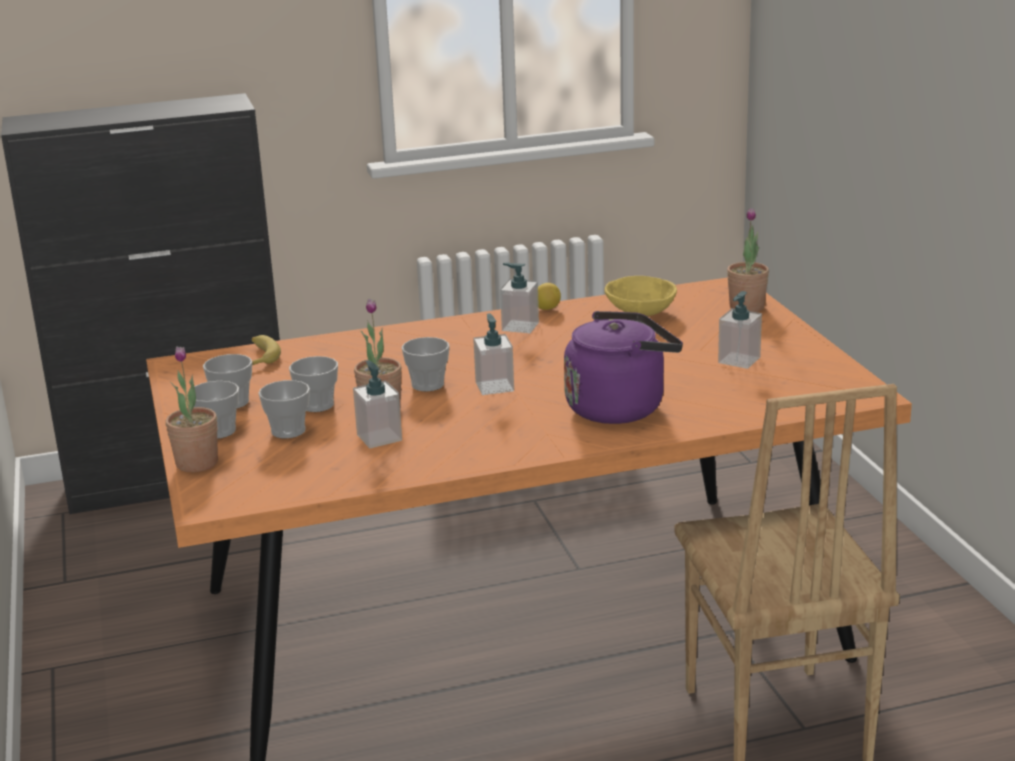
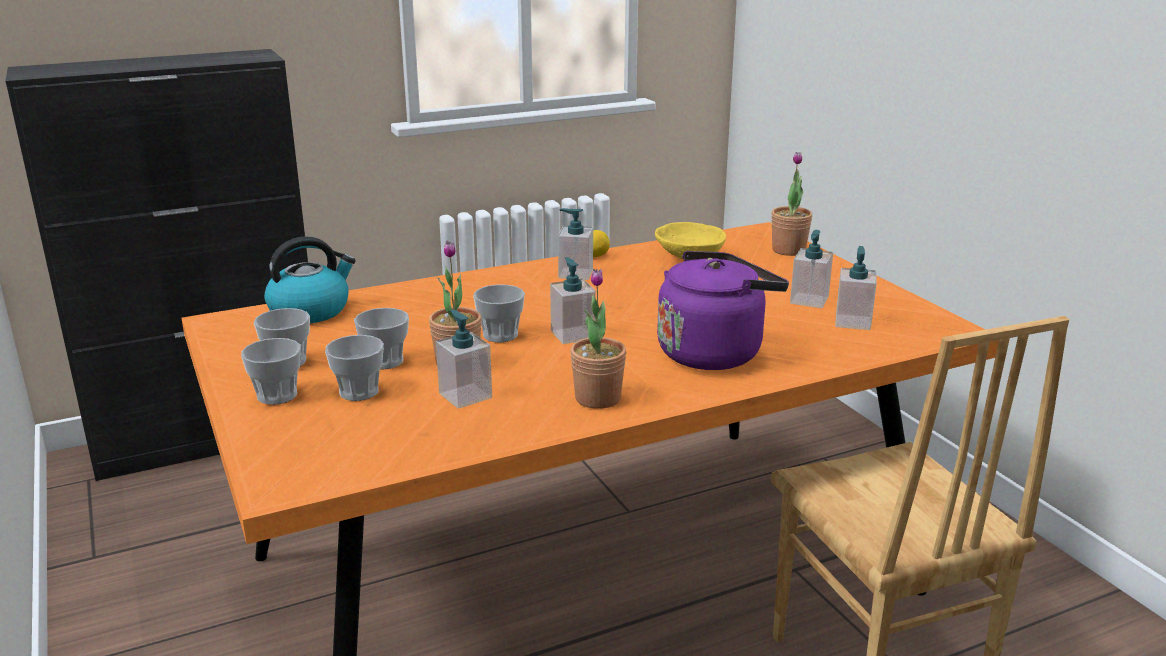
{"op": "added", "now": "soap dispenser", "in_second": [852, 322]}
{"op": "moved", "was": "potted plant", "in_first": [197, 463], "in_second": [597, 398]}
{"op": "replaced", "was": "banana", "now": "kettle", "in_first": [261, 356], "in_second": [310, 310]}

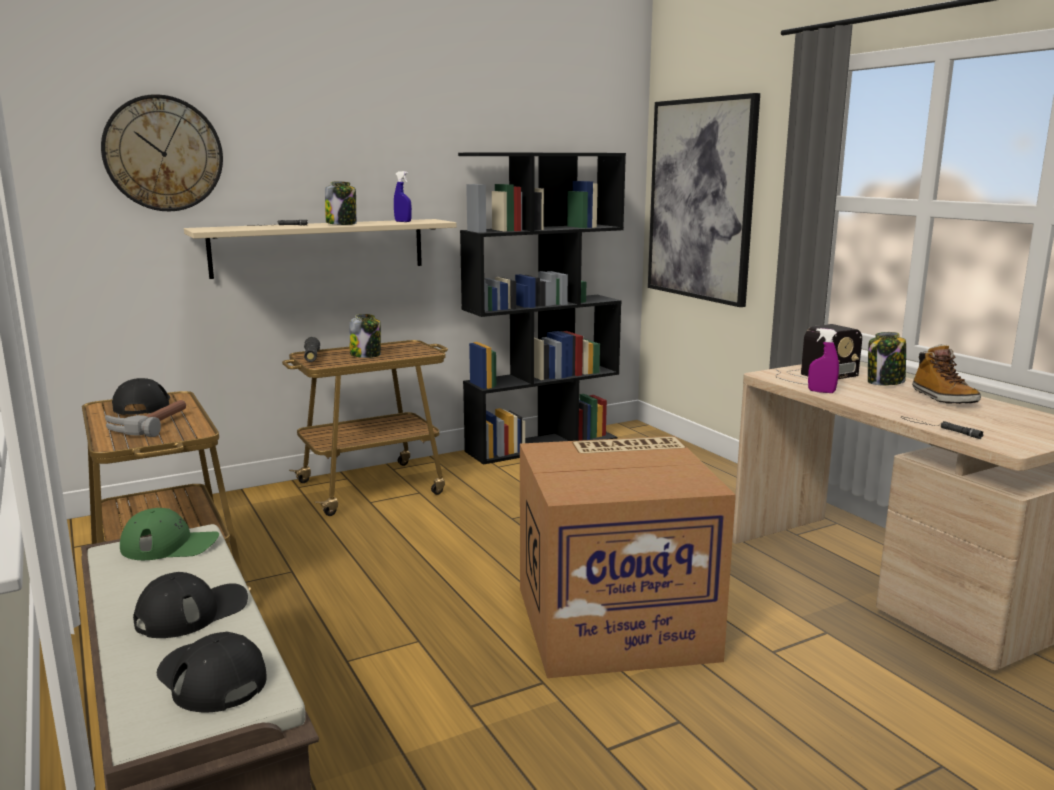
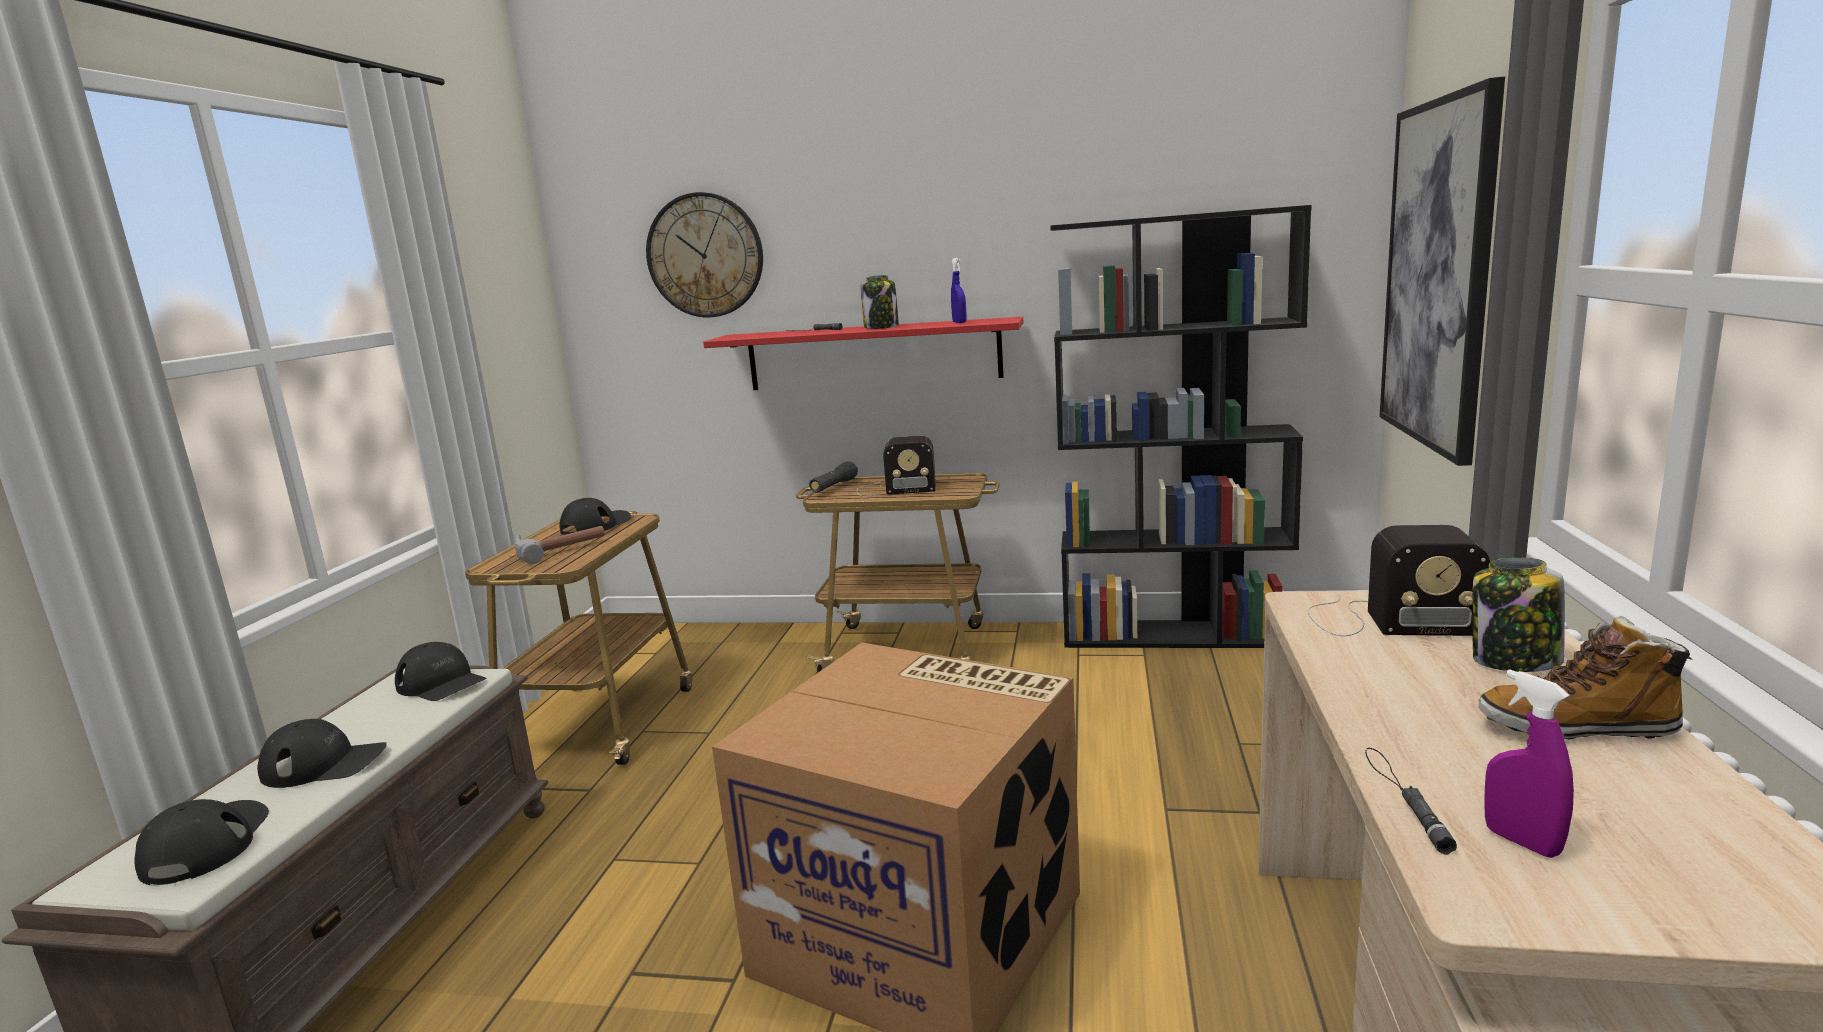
{"op": "moved", "was": "spray bottle in purple", "in_first": [821, 392], "in_second": [1522, 842]}
{"op": "replaced", "was": "jar", "now": "radio", "in_first": [366, 355], "in_second": [893, 489]}
{"op": "recoloured", "was": "cap in green", "now": "cap in black", "in_first": [170, 545], "in_second": [441, 683]}
{"op": "recoloured", "was": "shelf in beige", "now": "shelf in red", "in_first": [319, 247], "in_second": [873, 355]}
{"op": "turned", "was": "boot", "in_first": [942, 398], "in_second": [1577, 727], "clockwise": 75}

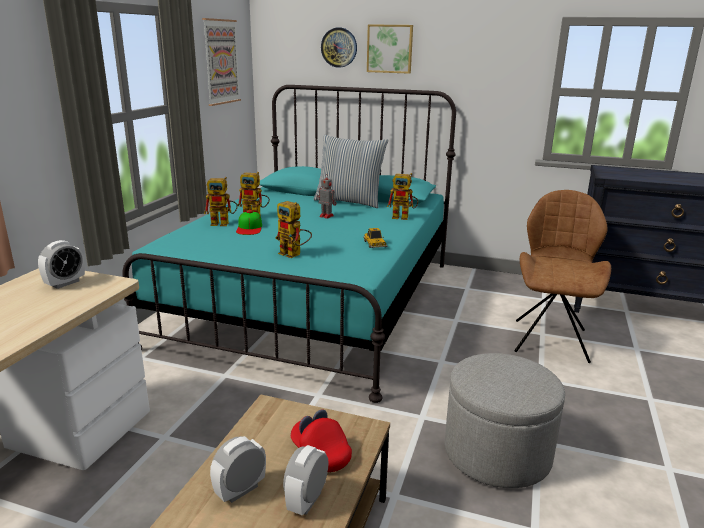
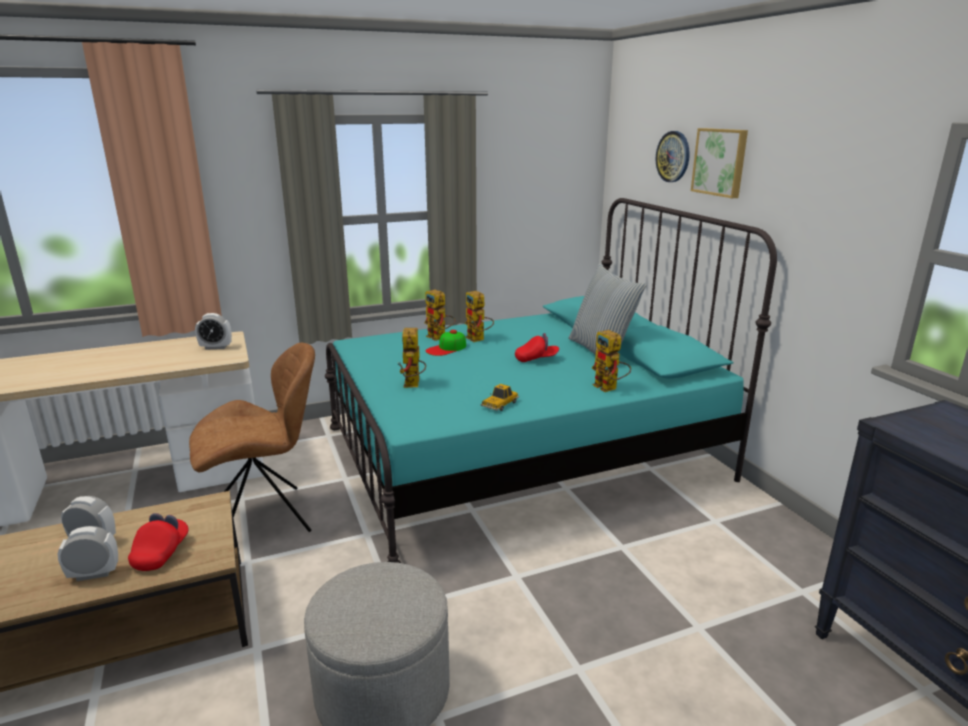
{"op": "removed", "was": "picture", "in_first": [221, 62]}
{"op": "moved", "was": "chair in brown", "in_first": [550, 339], "in_second": [266, 518]}
{"op": "replaced", "was": "toy robot", "now": "cap in red", "in_first": [325, 216], "in_second": [536, 359]}

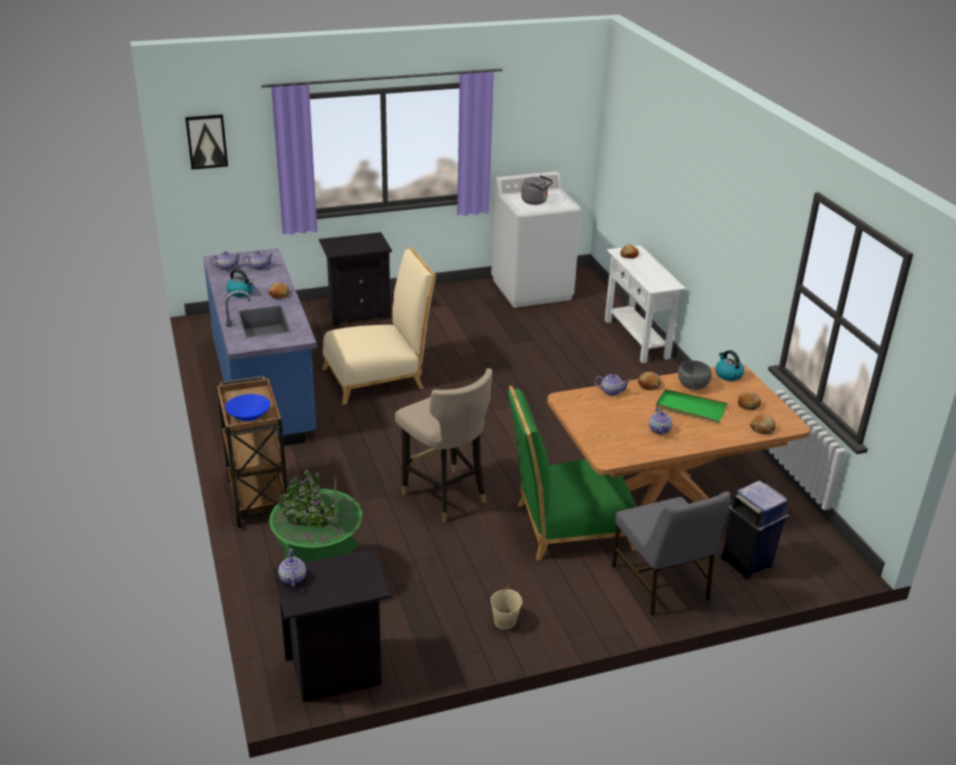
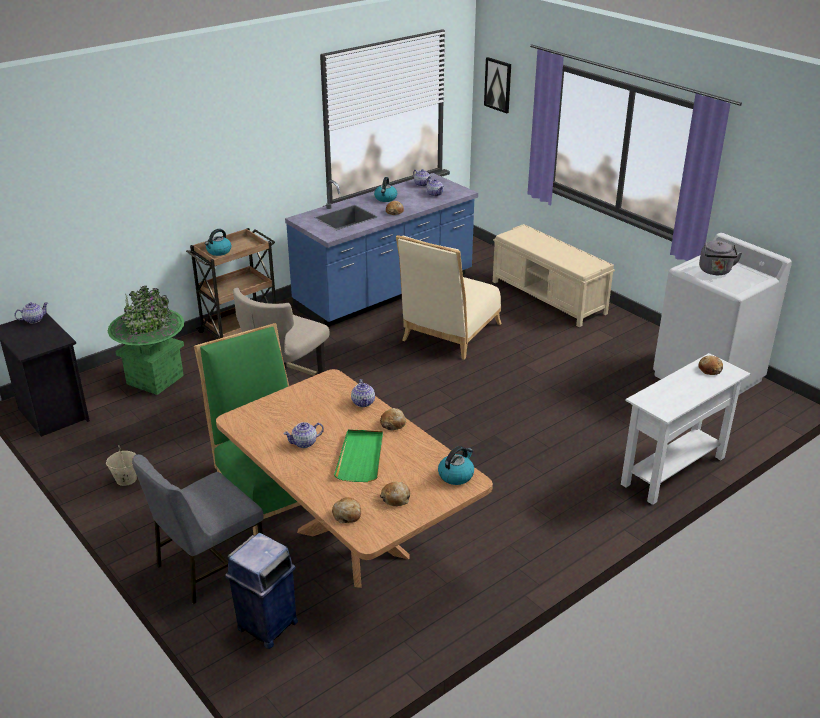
{"op": "removed", "was": "bowl in grey", "in_first": [692, 385]}
{"op": "replaced", "was": "bowl in blue", "now": "kettle", "in_first": [248, 416], "in_second": [218, 251]}
{"op": "replaced", "was": "nightstand in black", "now": "bench in beige", "in_first": [358, 312], "in_second": [549, 297]}
{"op": "turned", "was": "chair in beige", "in_first": [379, 377], "in_second": [448, 335], "clockwise": 75}

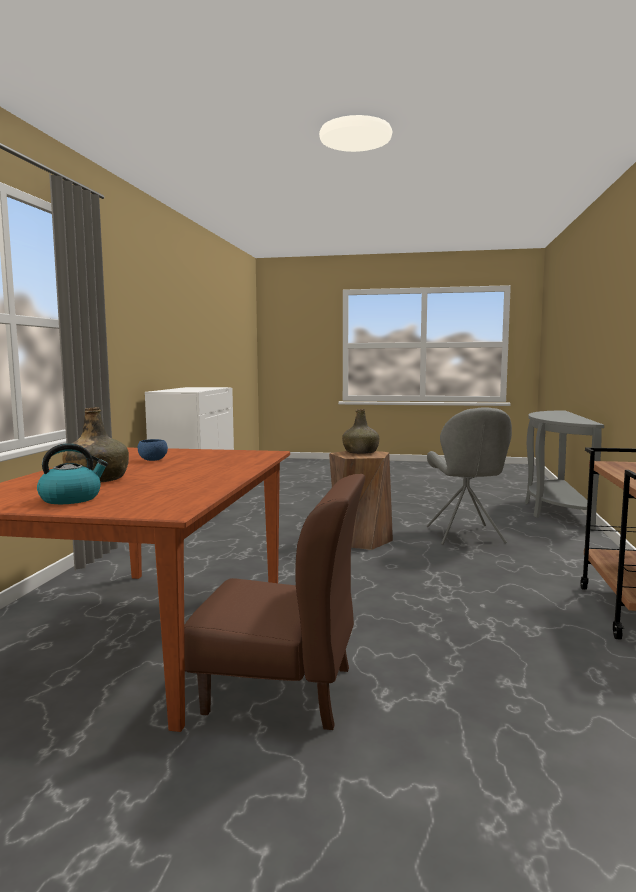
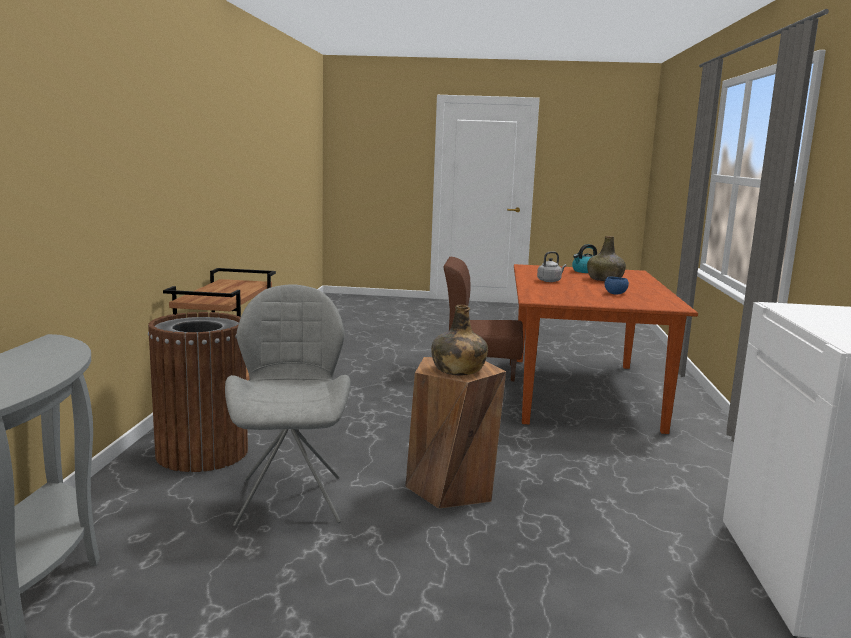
{"op": "added", "now": "trash can in brown", "in_second": [202, 453]}
{"op": "added", "now": "kettle in grey", "in_second": [550, 281]}

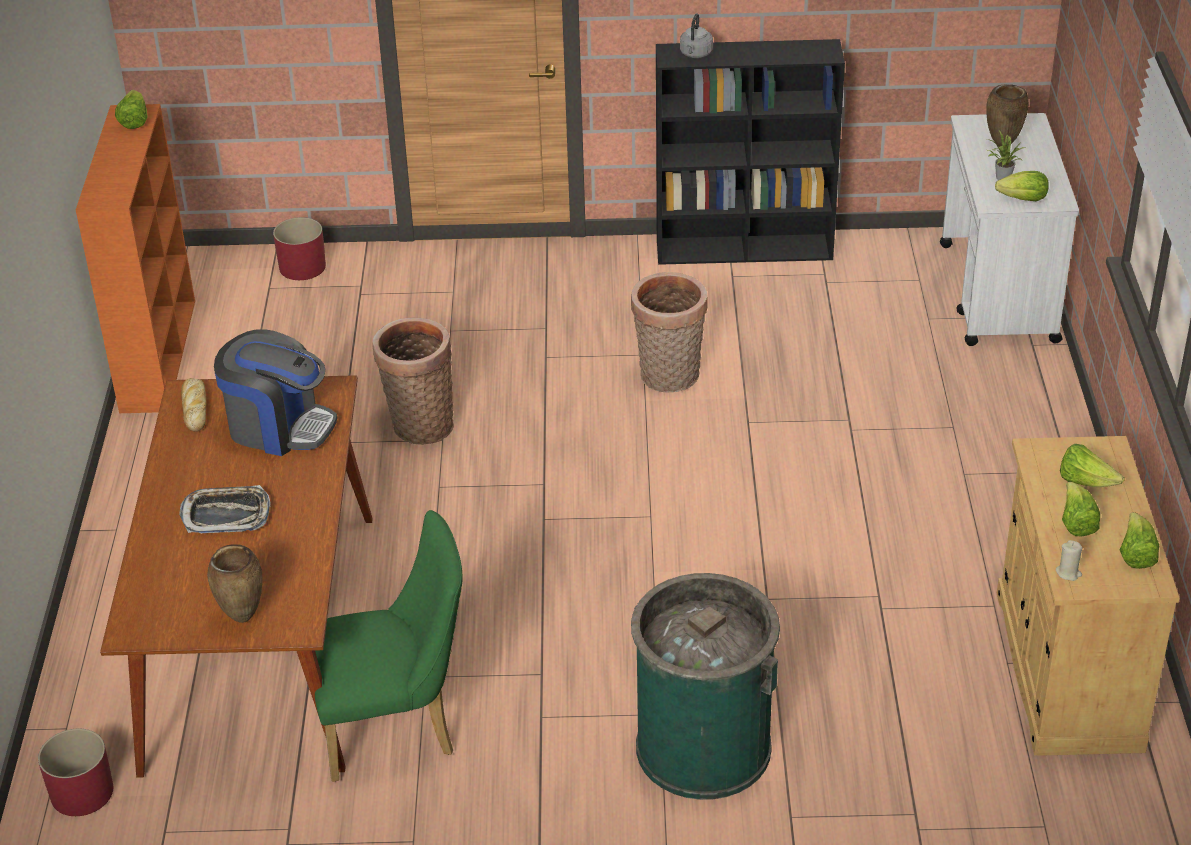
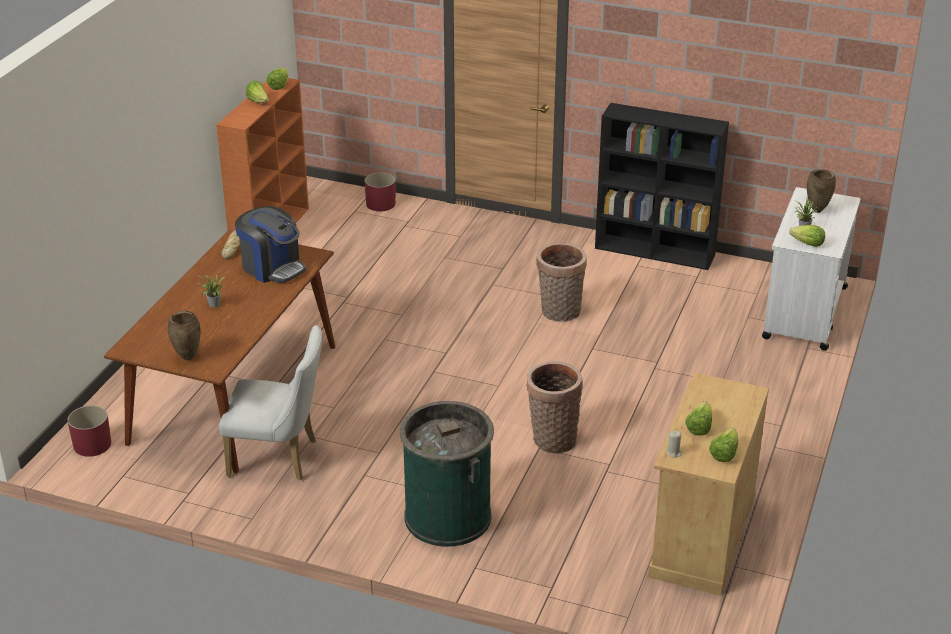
{"op": "removed", "was": "kettle in grey", "in_first": [695, 54]}
{"op": "moved", "was": "basket", "in_first": [419, 425], "in_second": [552, 439]}
{"op": "moved", "was": "lettuce", "in_first": [1085, 482], "in_second": [259, 102]}
{"op": "replaced", "was": "tray", "now": "potted plant", "in_first": [226, 515], "in_second": [214, 305]}
{"op": "recoloured", "was": "chair in green", "now": "chair in white", "in_first": [396, 727], "in_second": [279, 458]}

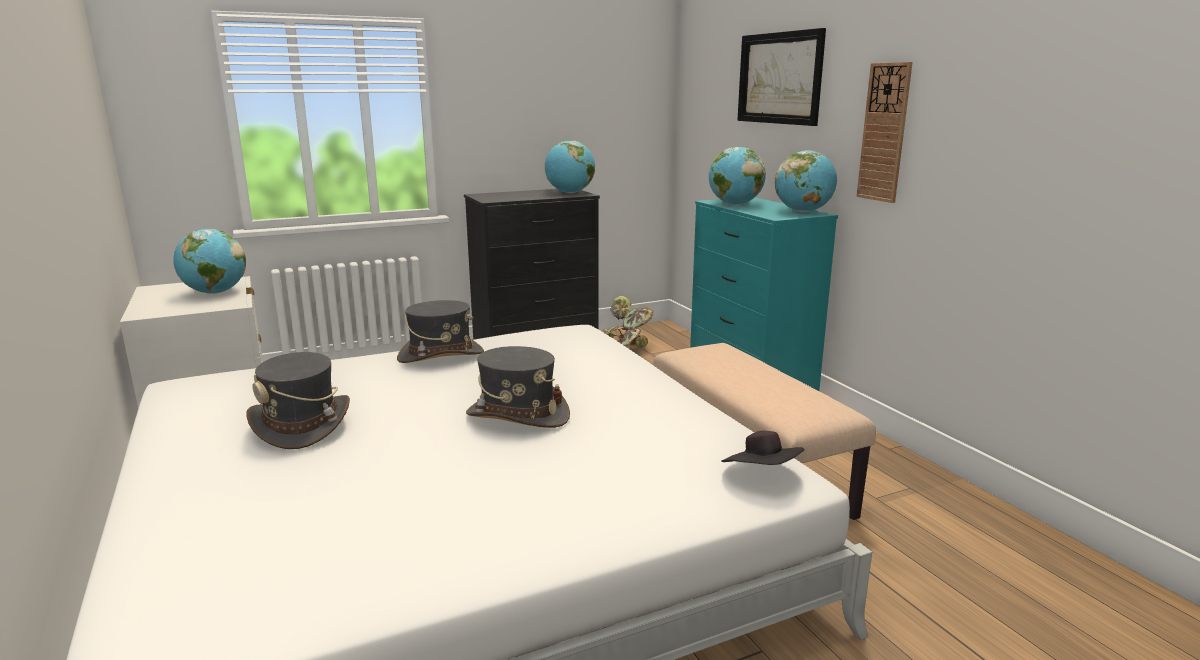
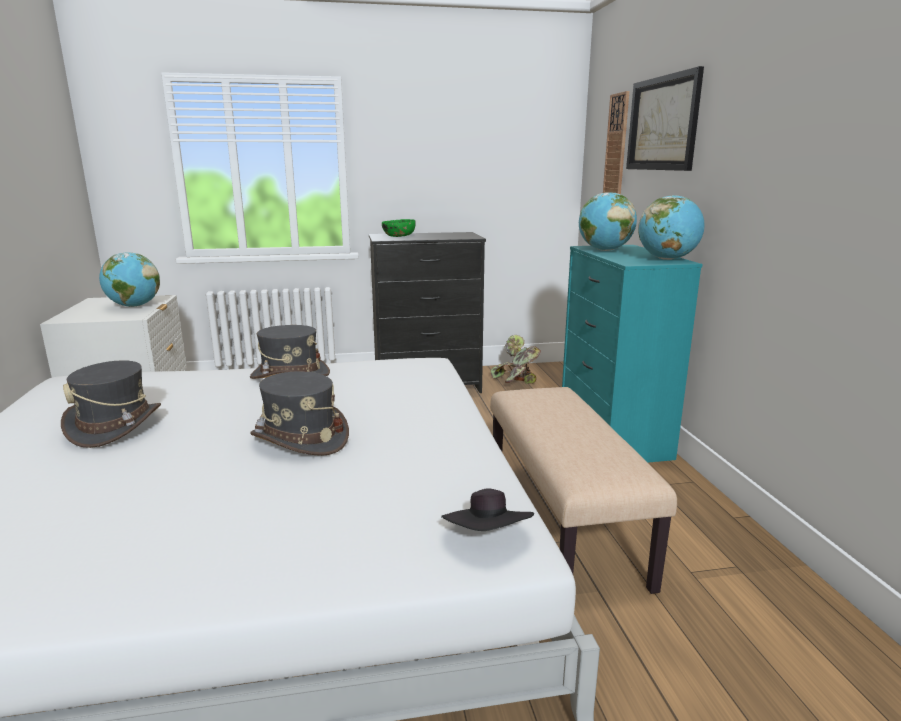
{"op": "removed", "was": "globe", "in_first": [570, 193]}
{"op": "added", "now": "bowl in green", "in_second": [398, 236]}
{"op": "moved", "was": "wall clock", "in_first": [884, 133], "in_second": [616, 146]}

